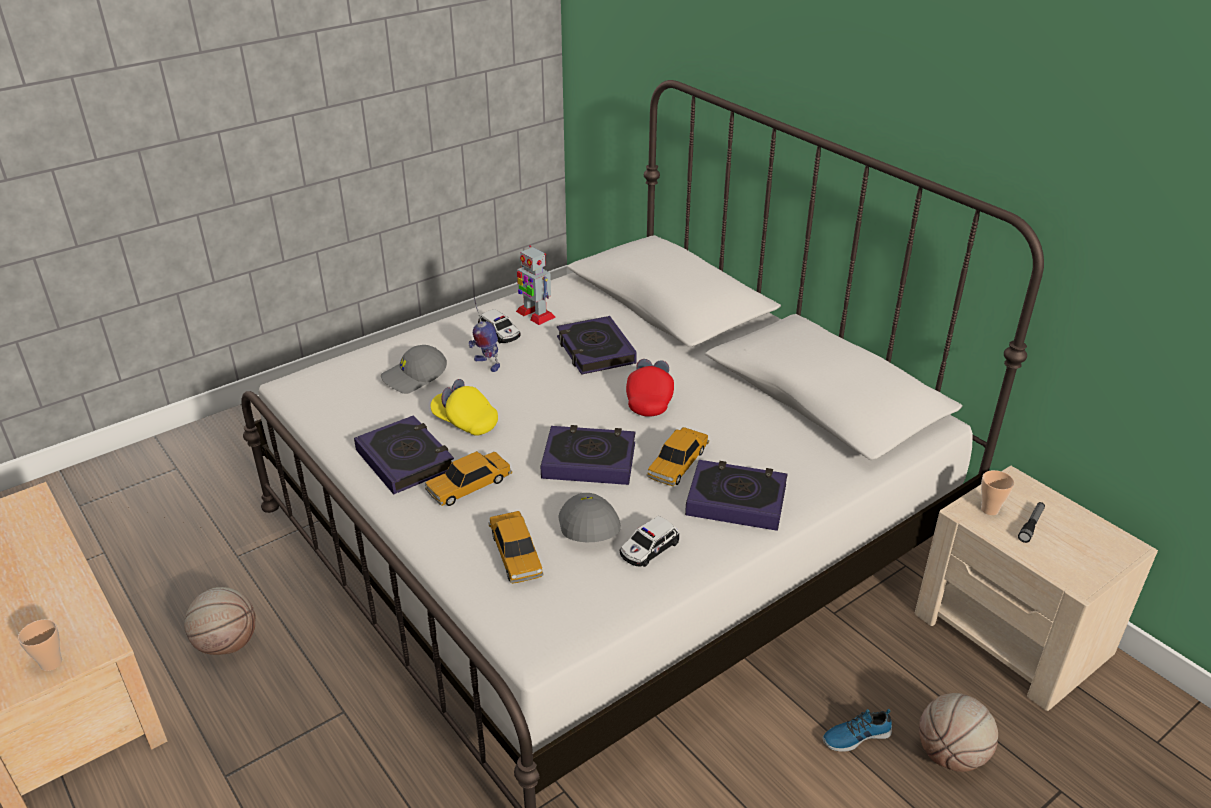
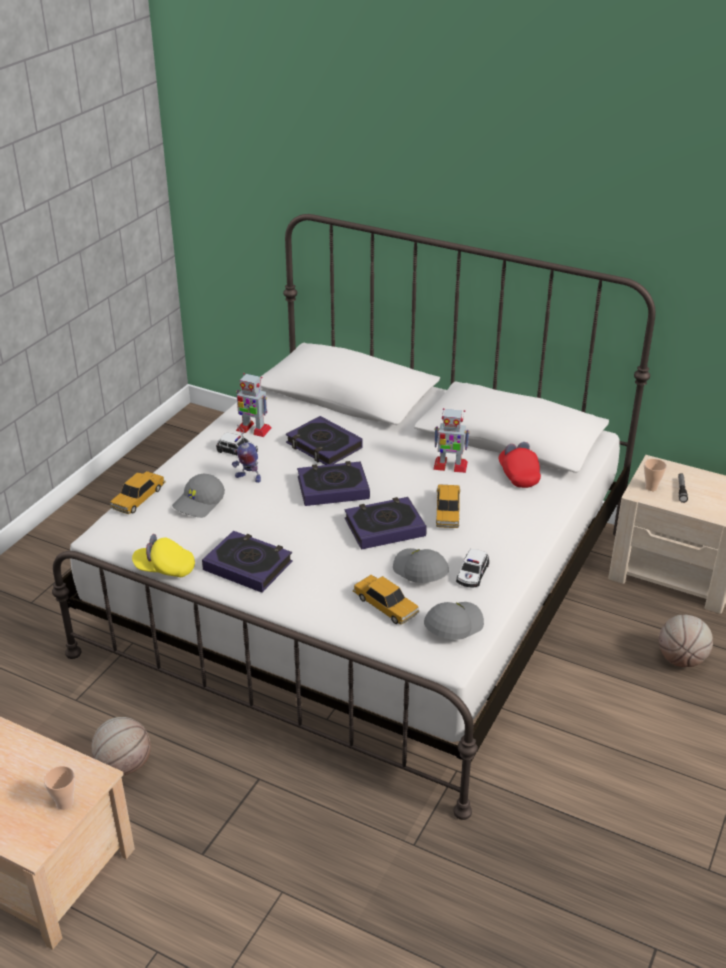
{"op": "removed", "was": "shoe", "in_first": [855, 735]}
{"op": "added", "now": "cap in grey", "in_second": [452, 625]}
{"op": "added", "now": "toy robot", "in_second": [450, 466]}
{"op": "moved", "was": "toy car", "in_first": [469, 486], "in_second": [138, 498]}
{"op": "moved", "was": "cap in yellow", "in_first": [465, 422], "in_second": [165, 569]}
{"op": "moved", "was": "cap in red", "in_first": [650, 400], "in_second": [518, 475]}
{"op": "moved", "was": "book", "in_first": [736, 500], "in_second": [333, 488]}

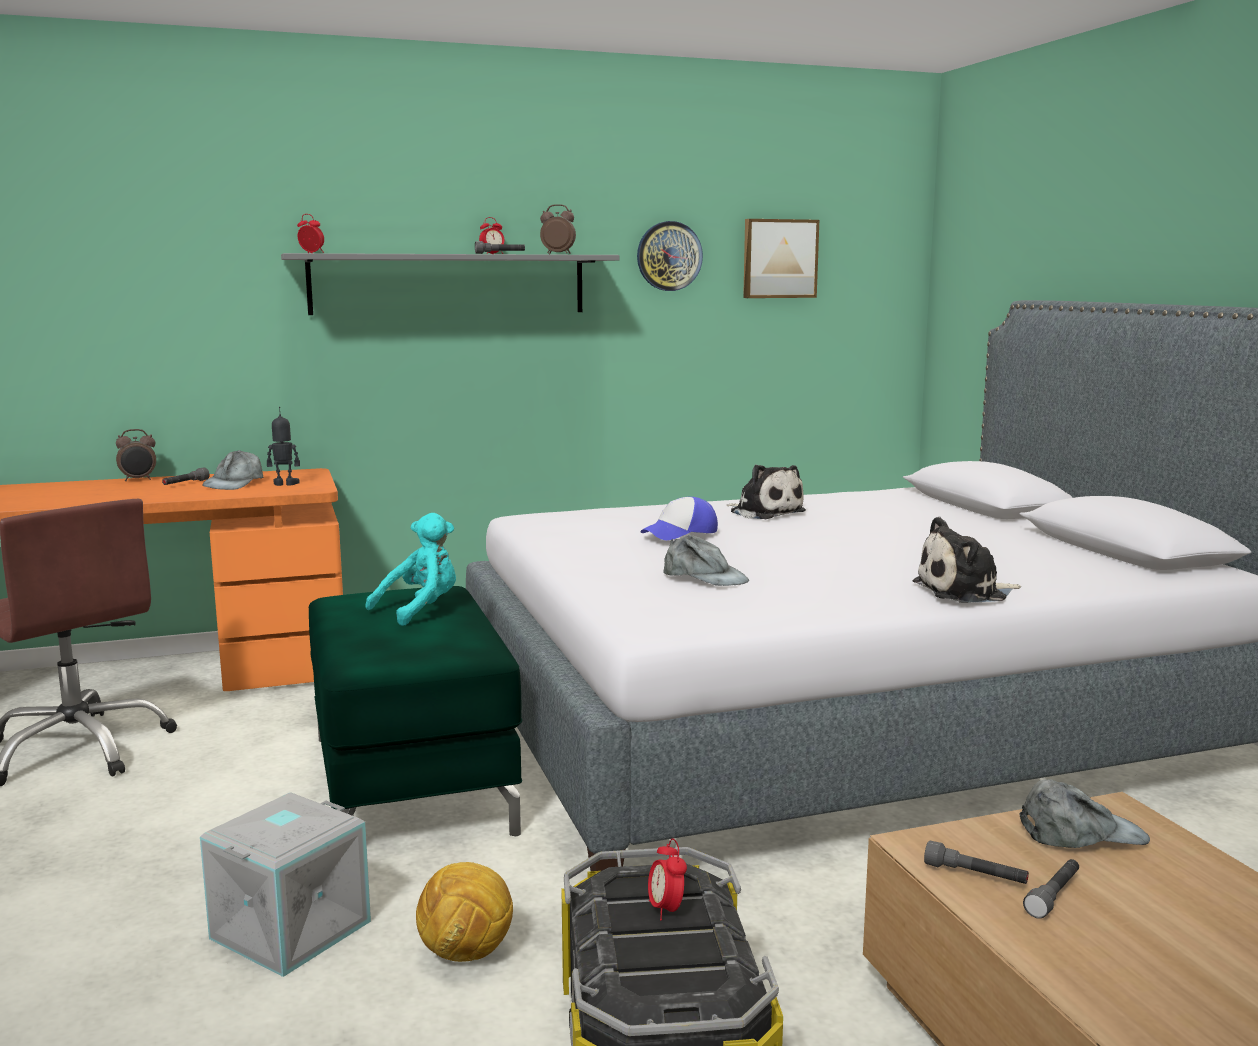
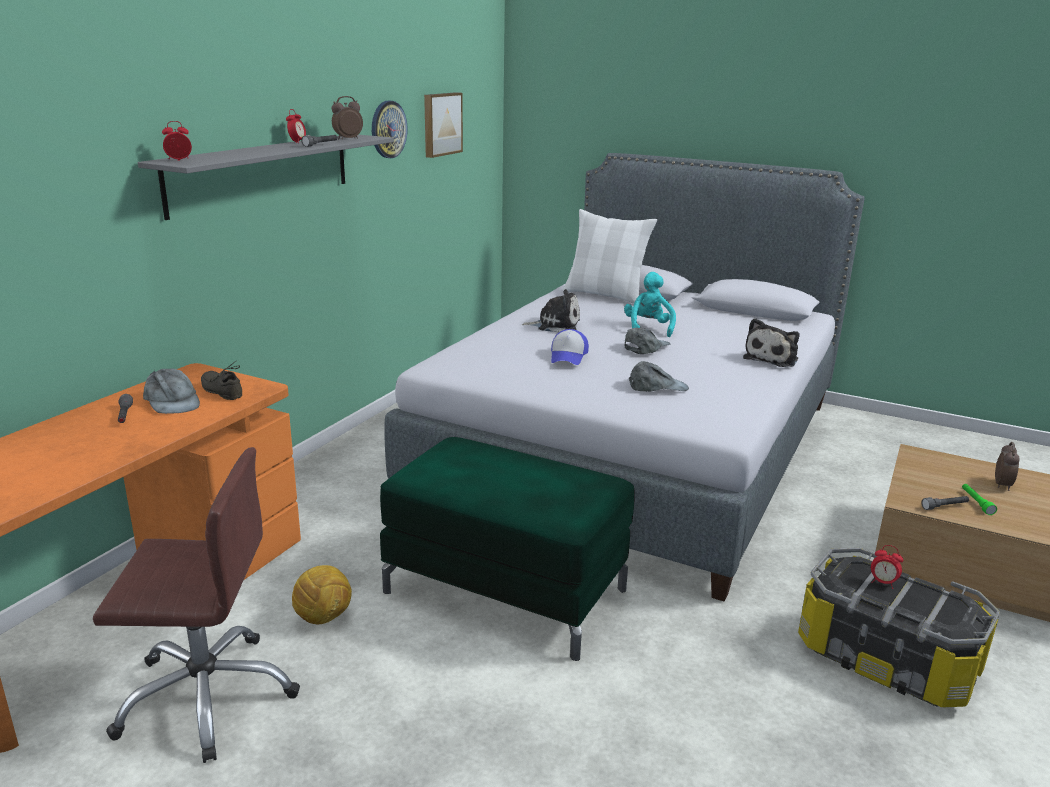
{"op": "removed", "was": "storage box in grey", "in_first": [290, 928]}
{"op": "added", "now": "pillow in white", "in_second": [605, 295]}
{"op": "moved", "was": "alarm clock", "in_first": [138, 480], "in_second": [1003, 485]}
{"op": "moved", "was": "plush toy in turquoise", "in_first": [420, 610], "in_second": [648, 328]}
{"op": "moved", "was": "football", "in_first": [467, 954], "in_second": [324, 617]}
{"op": "moved", "was": "cap in grey", "in_first": [1081, 832], "in_second": [646, 347]}
{"op": "replaced", "was": "toy robot", "now": "shoe in grey", "in_first": [285, 484], "in_second": [223, 390]}
{"op": "recoloured", "was": "flashlight in grey", "now": "flashlight in green", "in_first": [1053, 896], "in_second": [976, 503]}

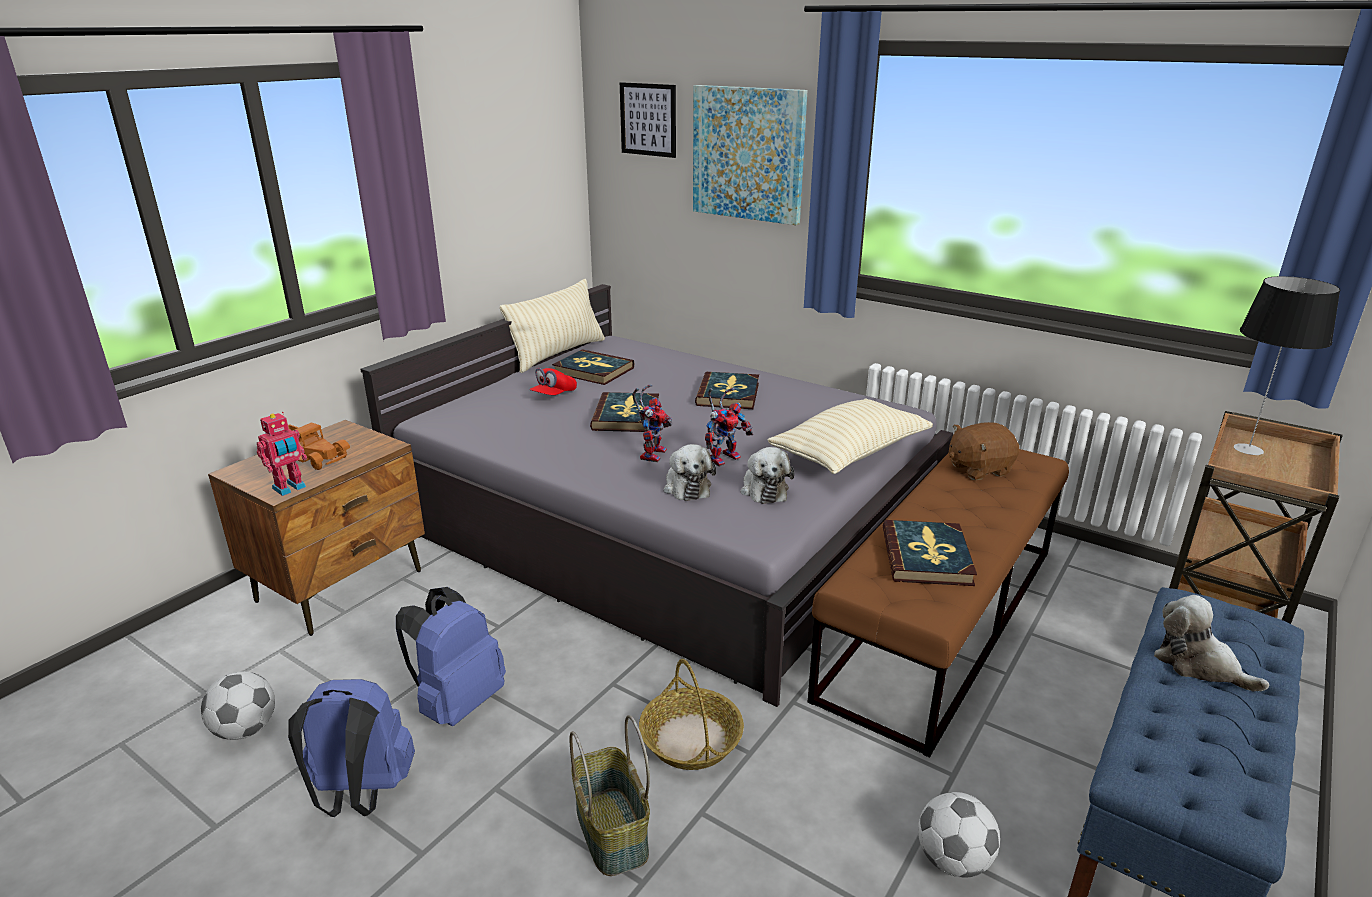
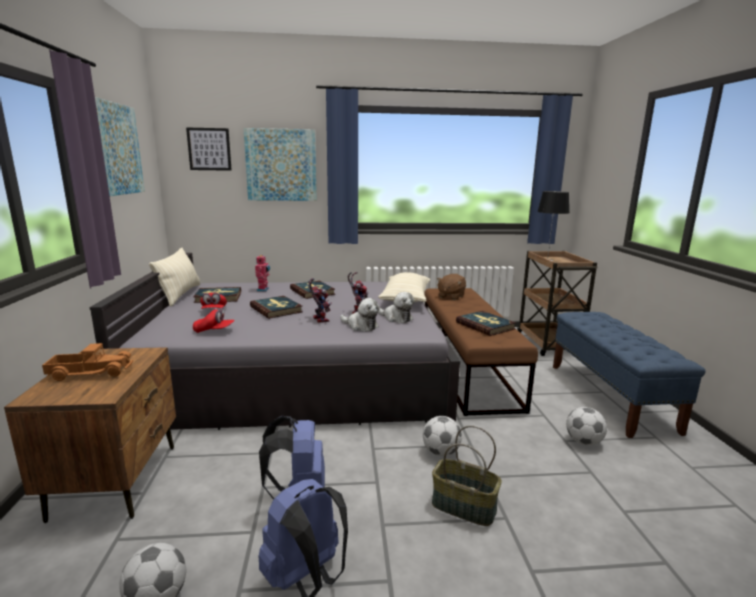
{"op": "removed", "was": "plush toy", "in_first": [1198, 665]}
{"op": "added", "now": "picture", "in_second": [115, 149]}
{"op": "added", "now": "cap in red", "in_second": [214, 331]}
{"op": "moved", "was": "toy robot", "in_first": [290, 488], "in_second": [263, 289]}
{"op": "replaced", "was": "basket", "now": "football", "in_first": [690, 739], "in_second": [440, 452]}

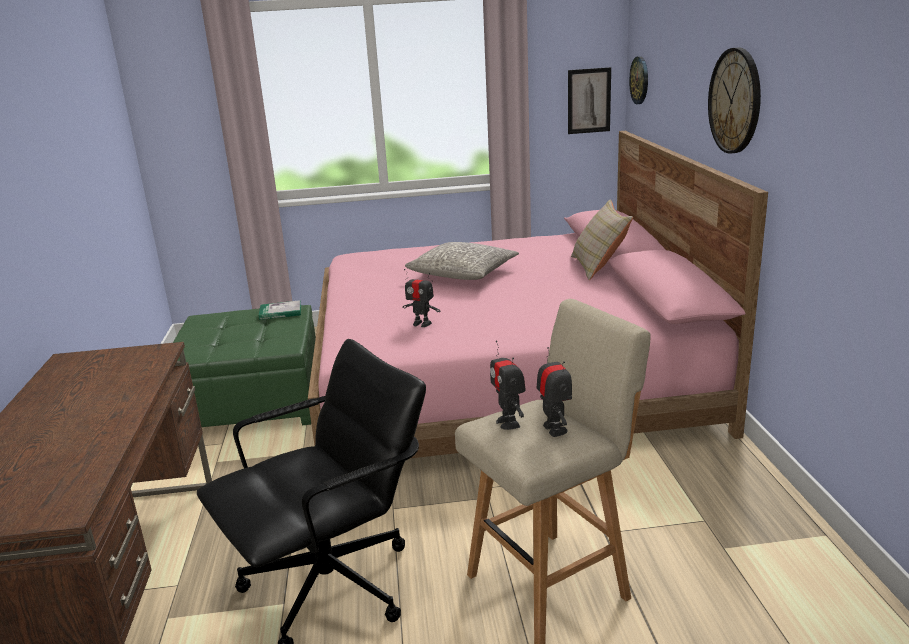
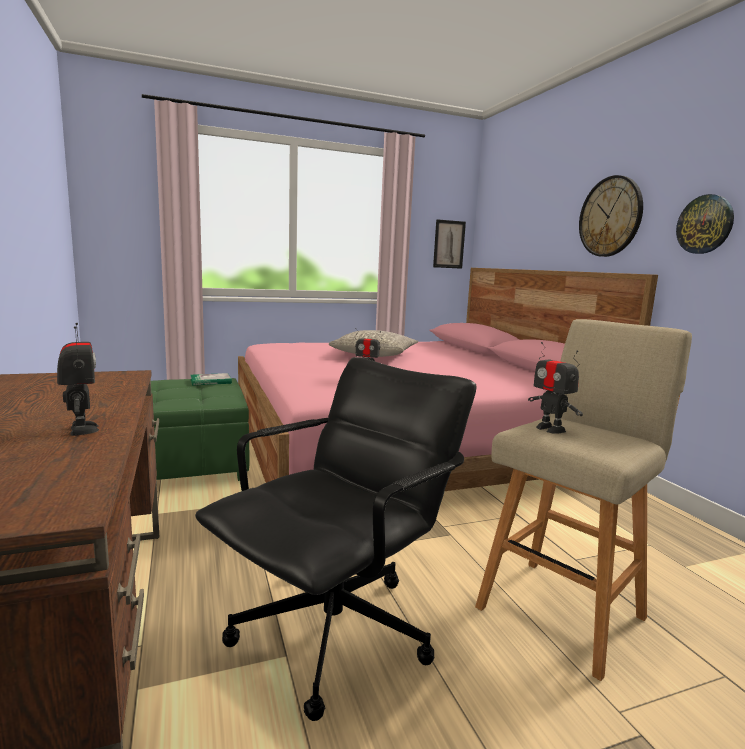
{"op": "removed", "was": "pillow in beige", "in_first": [599, 267]}
{"op": "moved", "was": "toy robot", "in_first": [554, 429], "in_second": [82, 429]}
{"op": "moved", "was": "wall clock", "in_first": [640, 80], "in_second": [705, 224]}

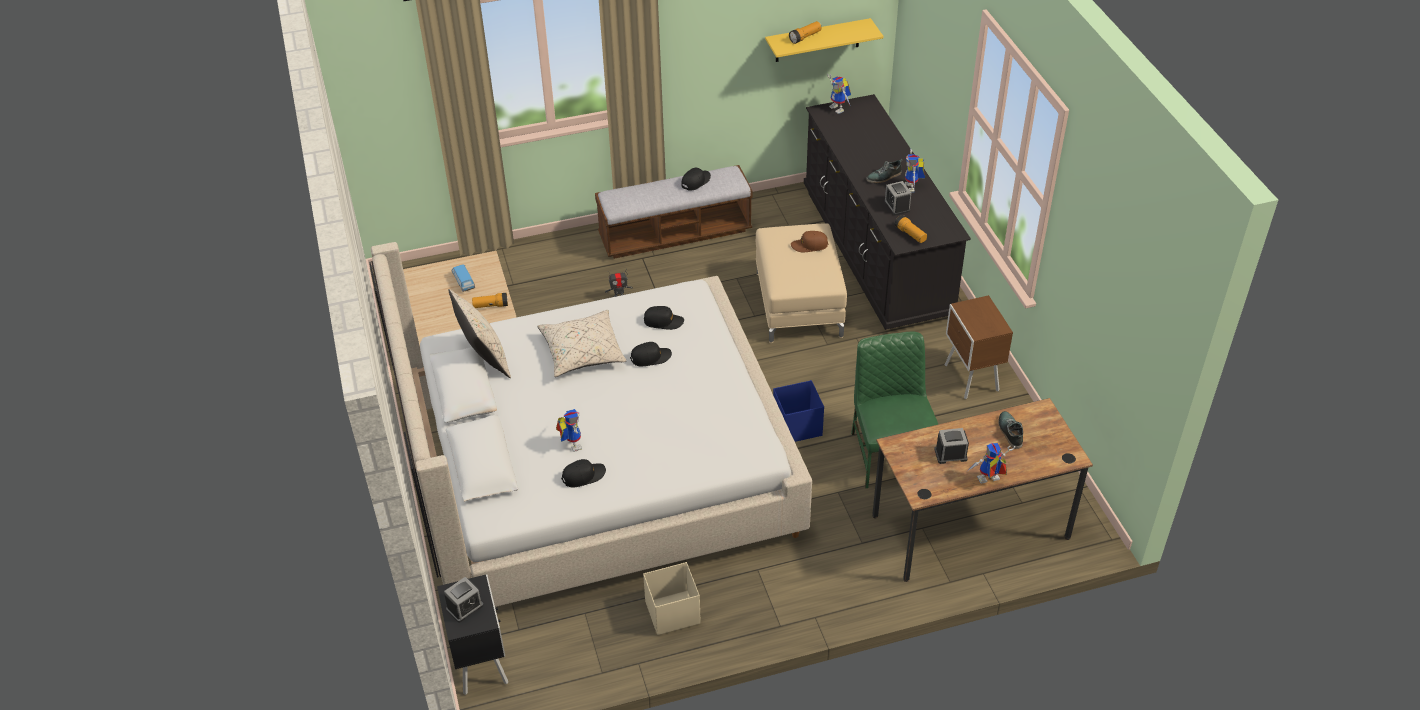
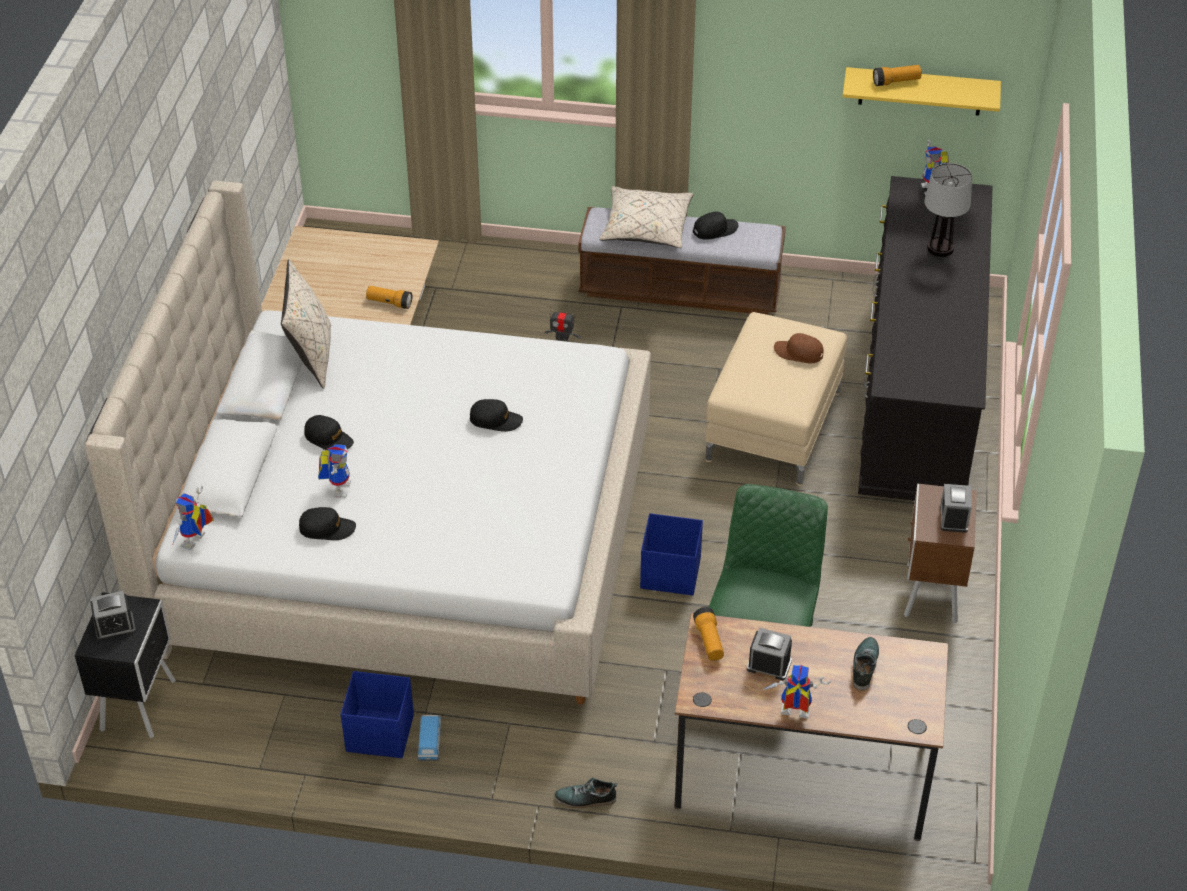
{"op": "added", "now": "table lamp", "in_second": [940, 249]}
{"op": "moved", "was": "toy car", "in_first": [463, 281], "in_second": [430, 742]}
{"op": "moved", "was": "pillow in beige", "in_first": [582, 352], "in_second": [646, 228]}
{"op": "moved", "was": "cap in black", "in_first": [663, 321], "in_second": [329, 439]}
{"op": "moved", "was": "shoe", "in_first": [884, 177], "in_second": [585, 799]}
{"op": "moved", "was": "alarm clock", "in_first": [897, 206], "in_second": [953, 518]}
{"op": "moved", "was": "flashlight", "in_first": [910, 234], "in_second": [709, 641]}
{"op": "moved", "was": "toy robot", "in_first": [912, 188], "in_second": [195, 543]}
{"op": "recoloured", "was": "storage box in beige", "now": "storage box in blue", "in_first": [671, 613], "in_second": [379, 733]}

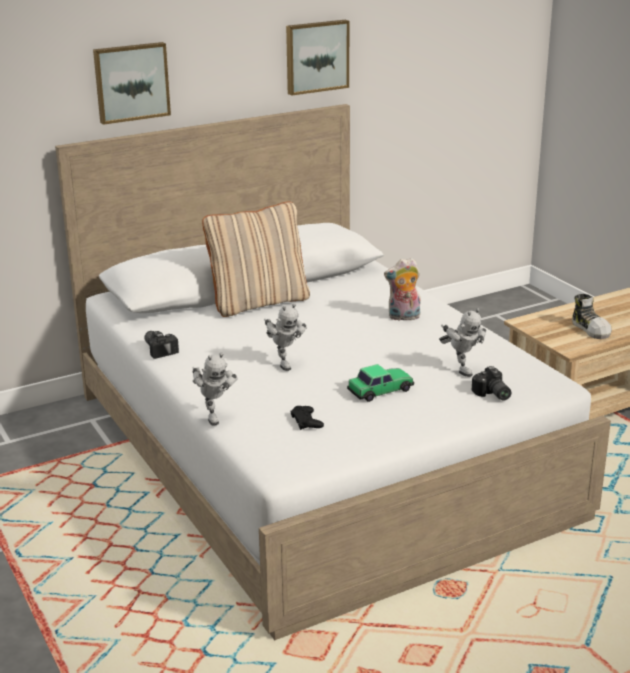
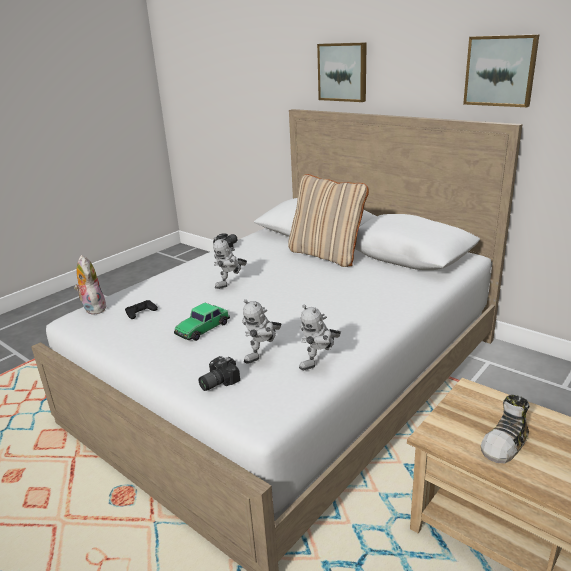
{"op": "moved", "was": "toy robot", "in_first": [214, 415], "in_second": [320, 364]}
{"op": "moved", "was": "plush toy", "in_first": [403, 317], "in_second": [93, 308]}
{"op": "turned", "was": "toy car", "in_first": [381, 390], "in_second": [202, 328], "clockwise": 90}

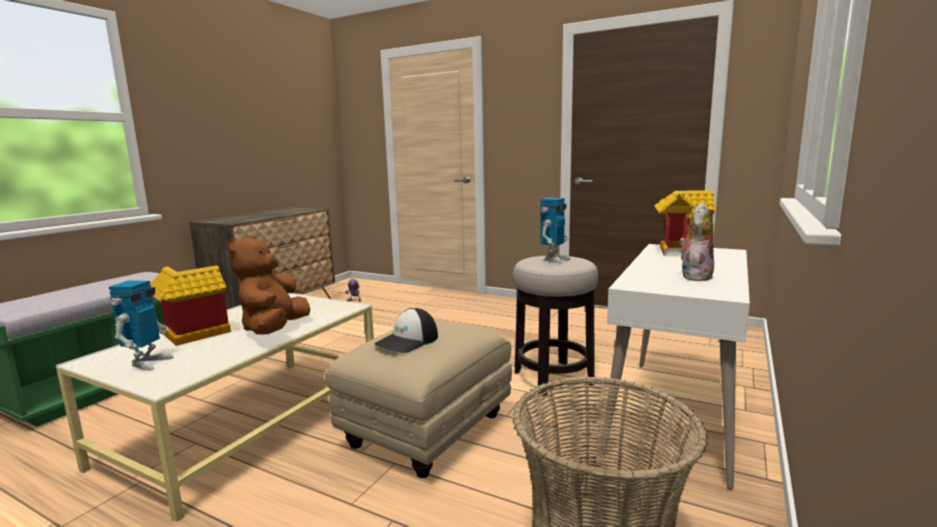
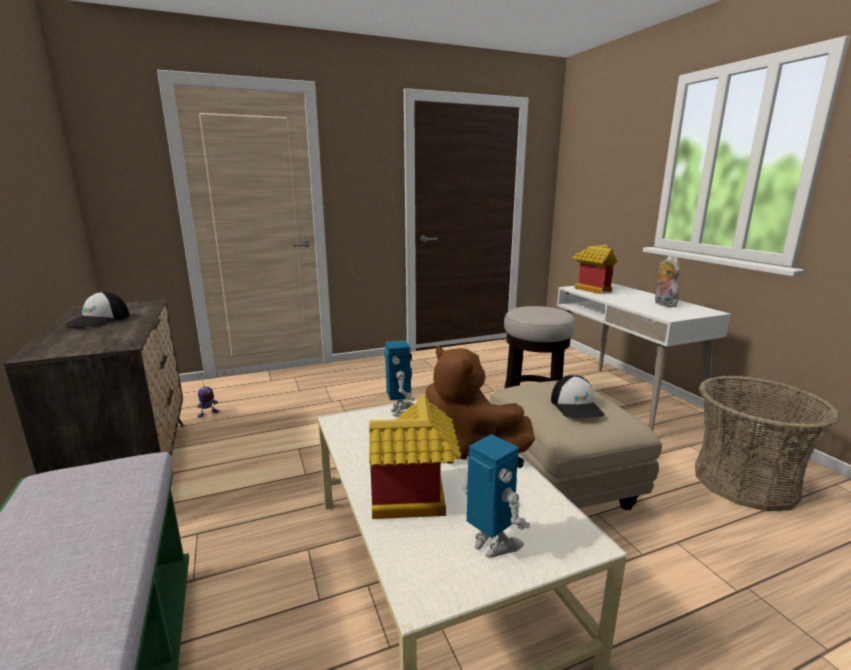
{"op": "added", "now": "cap", "in_second": [99, 320]}
{"op": "moved", "was": "toy robot", "in_first": [554, 259], "in_second": [402, 412]}

